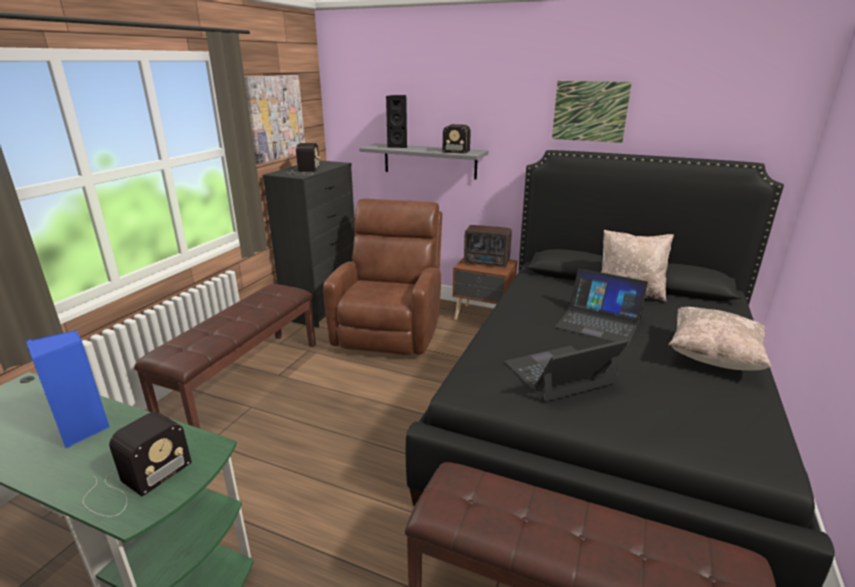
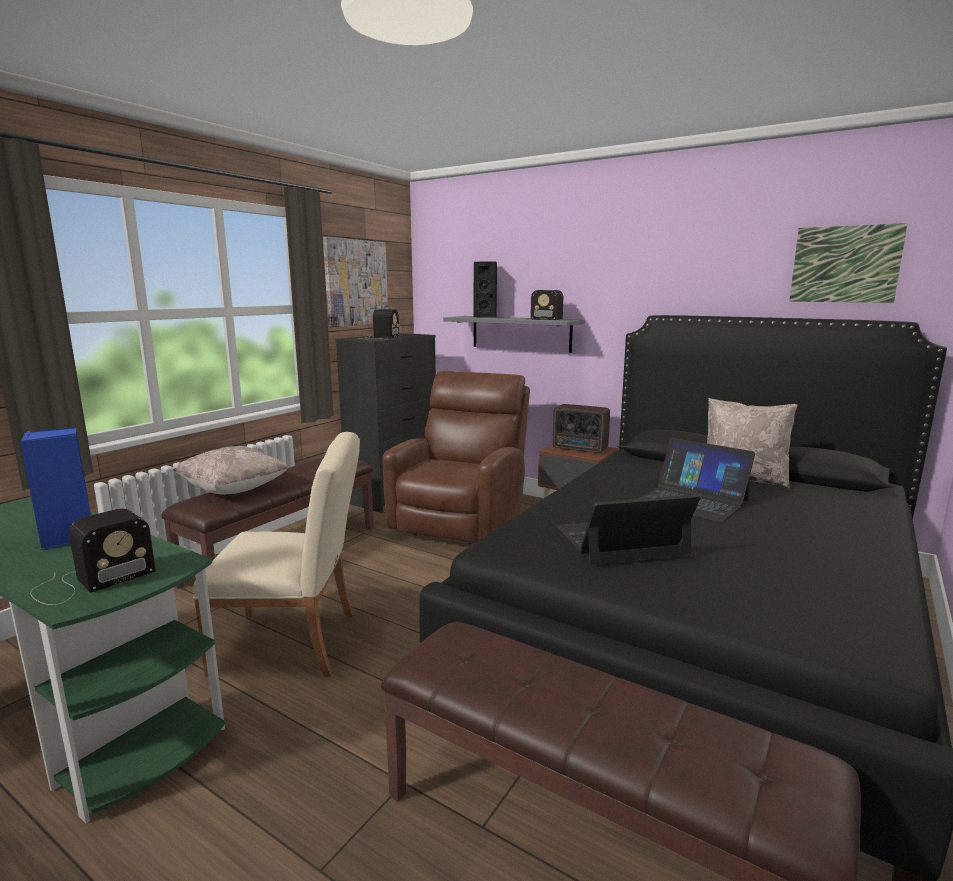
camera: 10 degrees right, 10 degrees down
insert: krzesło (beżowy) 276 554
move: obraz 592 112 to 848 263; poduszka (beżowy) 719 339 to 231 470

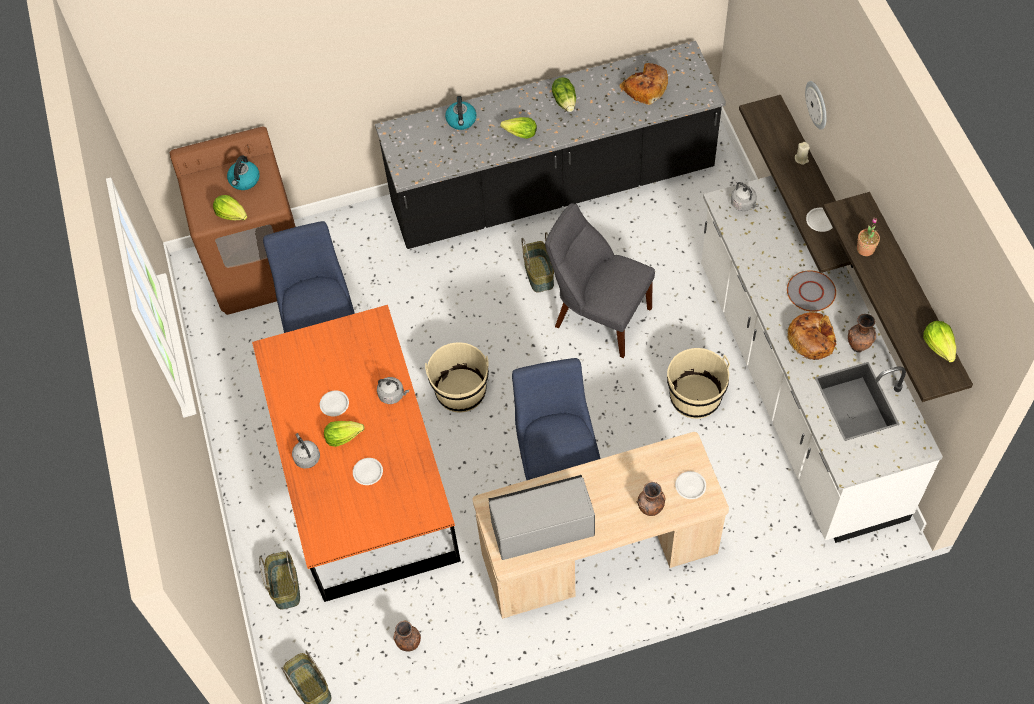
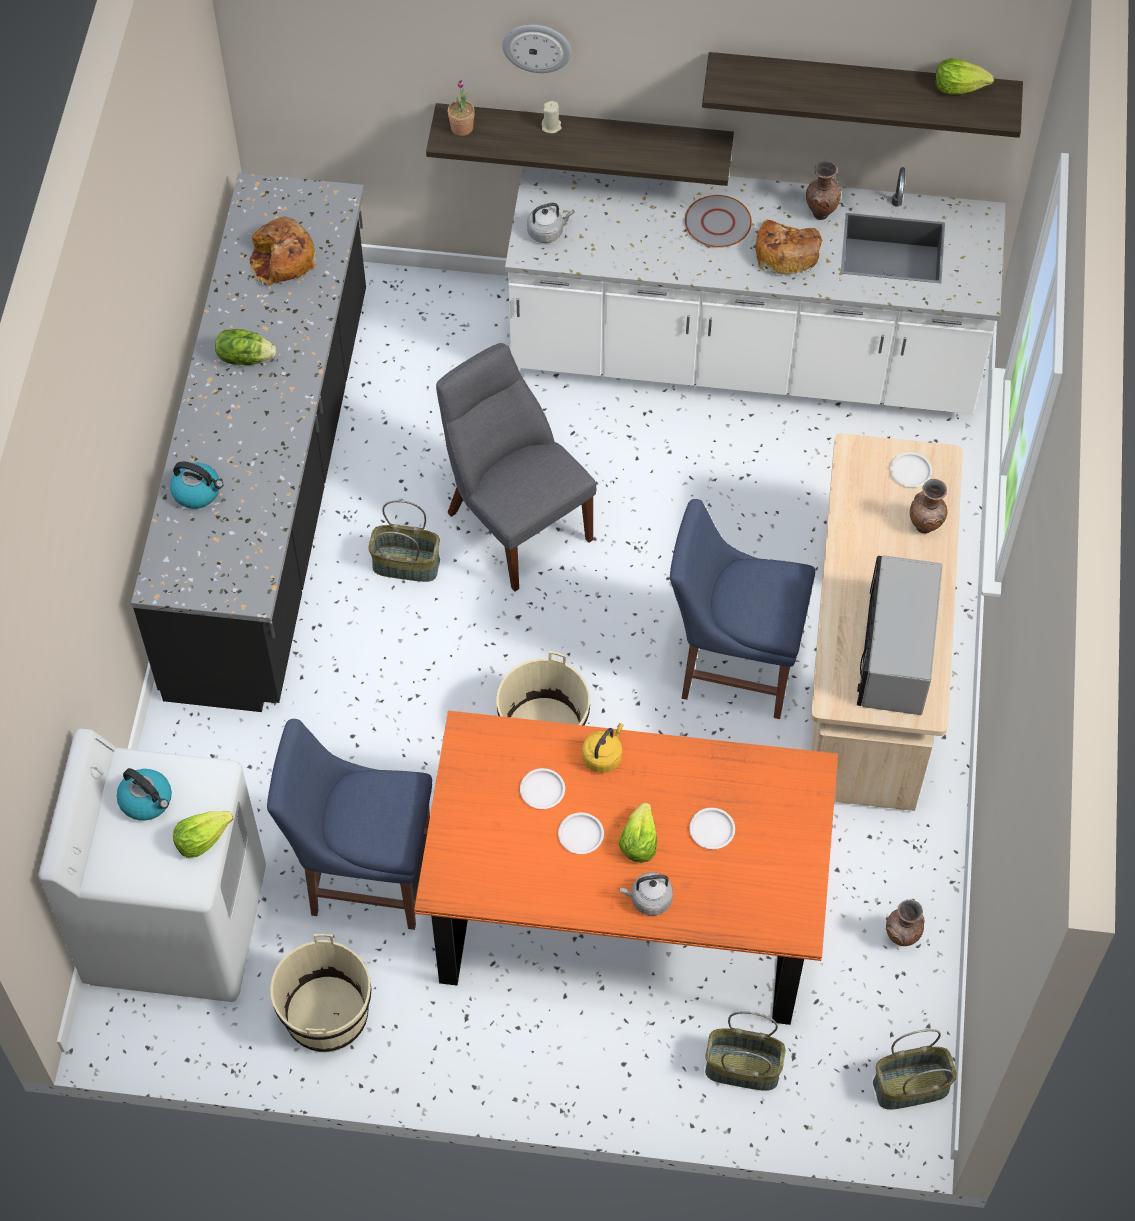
camera: 70 degrees left, 0 degrees up
delete: sałata 518 128
move: wiadro (beżowy) 698 383 to 321 993; talerz (biały) 819 220 to 542 788; roślina doniczkowa 868 237 to 461 108
recolor: pralka (brązowy) 233 221 to pralka (biały) 152 865; czajnik (szary) 393 390 to czajnik (żółty) 603 748
rotate: krzesło (szary) 600 280 = 516 467 90 degrees clockwise

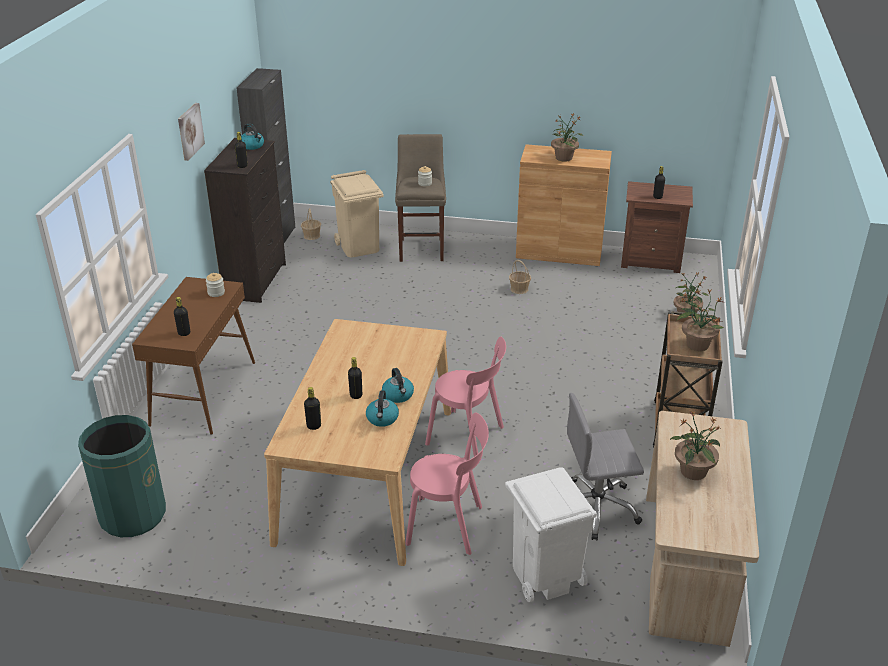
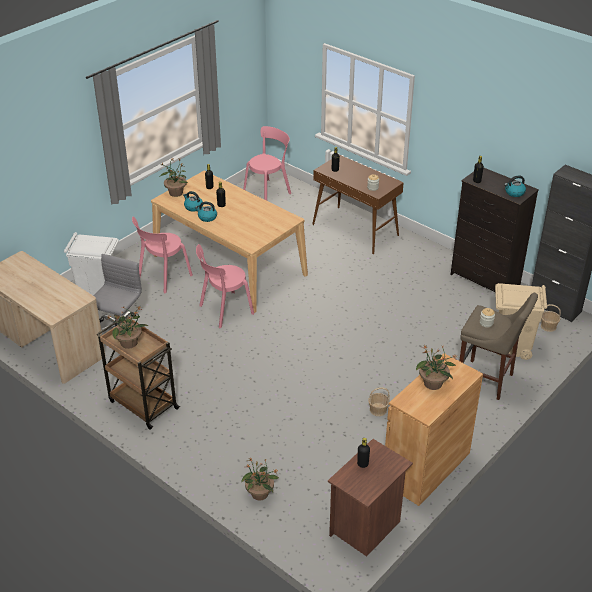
camera: 120 degrees right, 5 degrees up
delete: obraz 191 132
move: roślina doniczkowa 695 445 to 174 177
replace: kosz na śmieci (zielony) 122 476 to krzesło (różowy) 267 163

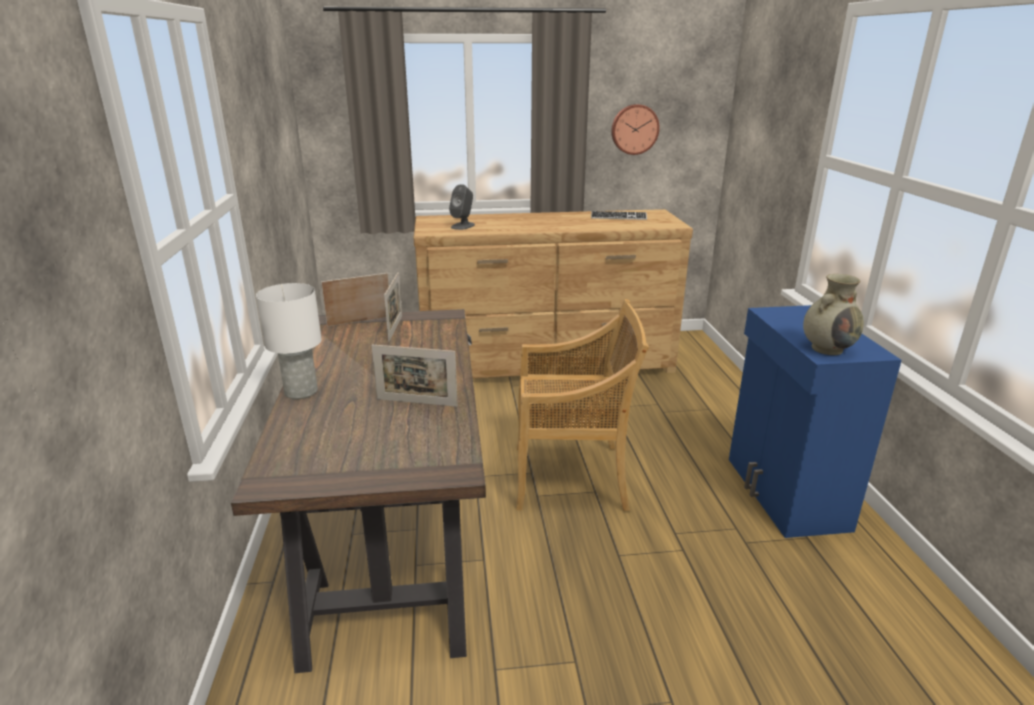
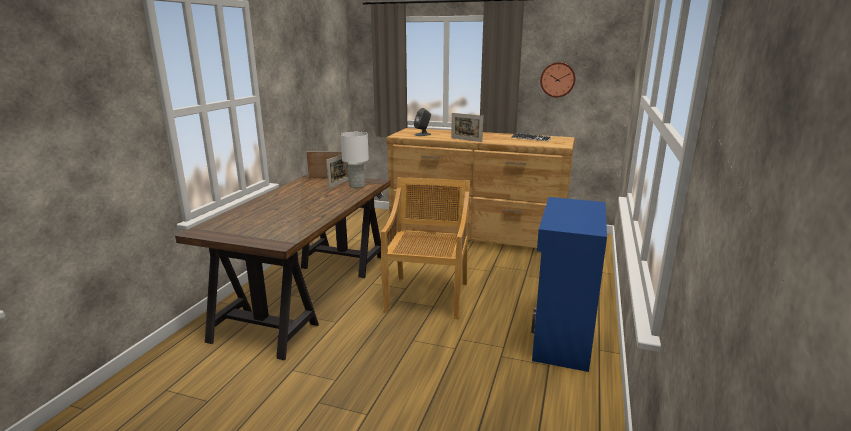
camera: 25 degrees right, 5 degrees down
delete: wazon (beżowy) 833 314
move: lampa stołowa (biały) 289 341 to 355 160; ramka na zdjęcie 414 376 to 467 127
rotate: krzesło (beżowy) 582 405 = 426 248 105 degrees counterclockwise

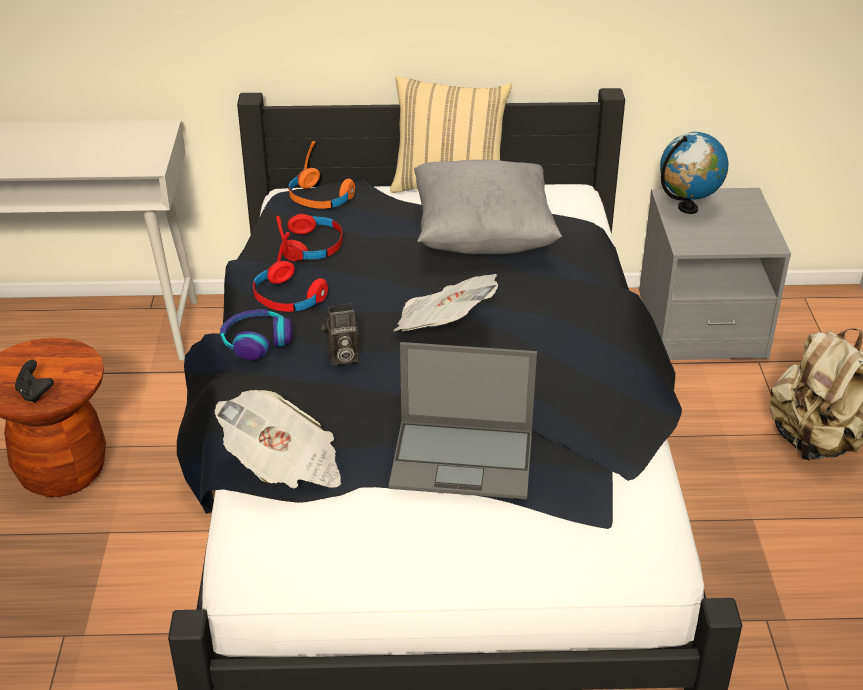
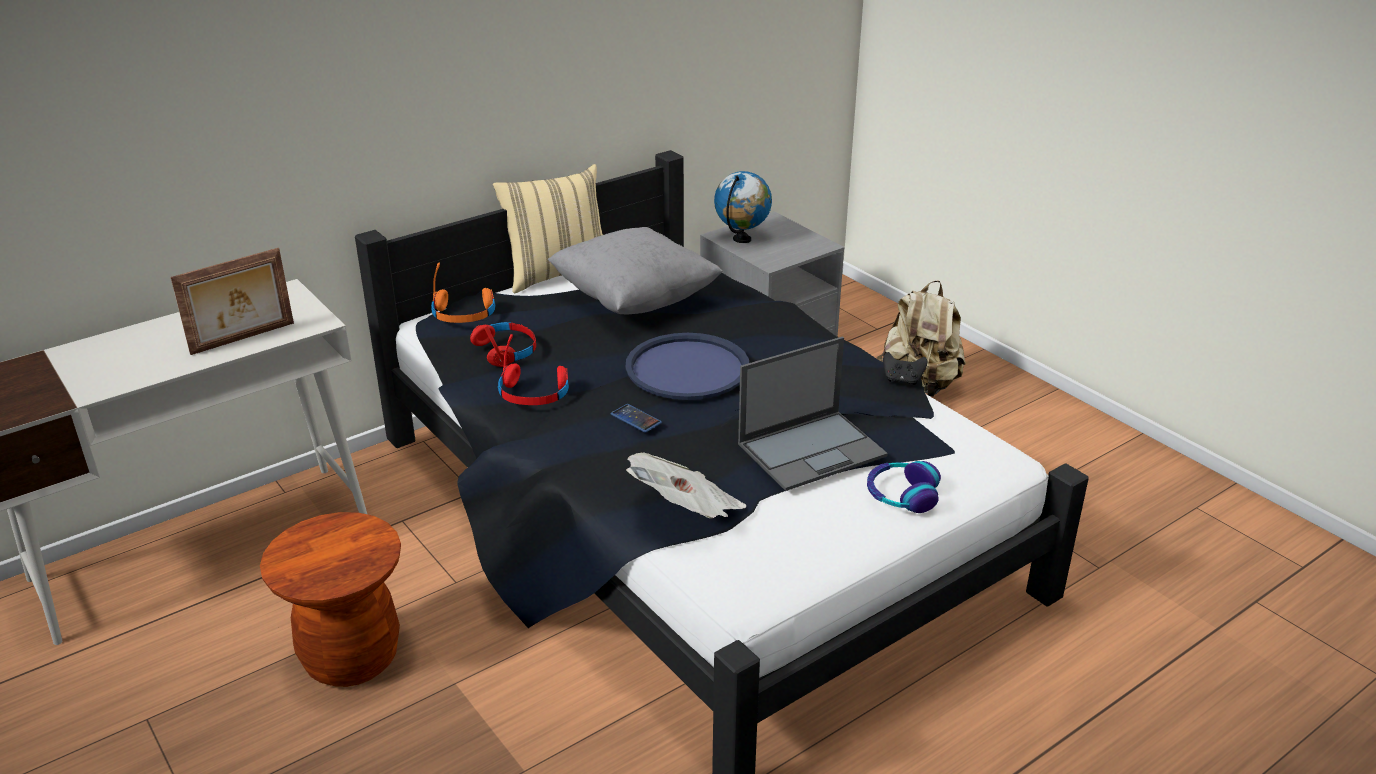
camera: 35 degrees left, 5 degrees down
insert: ramka na zdjęcie 232 301
move: pad do gier (czarny) 34 381 to 905 368; słuchawki 256 334 to 904 487
replace: aparat fotograficzny 340 334 to telefon 636 418; gazeta 446 302 to taca (niebieski) 687 366

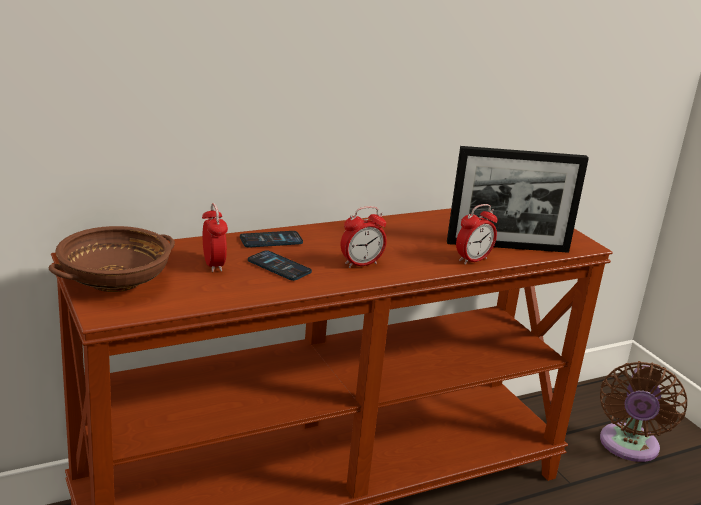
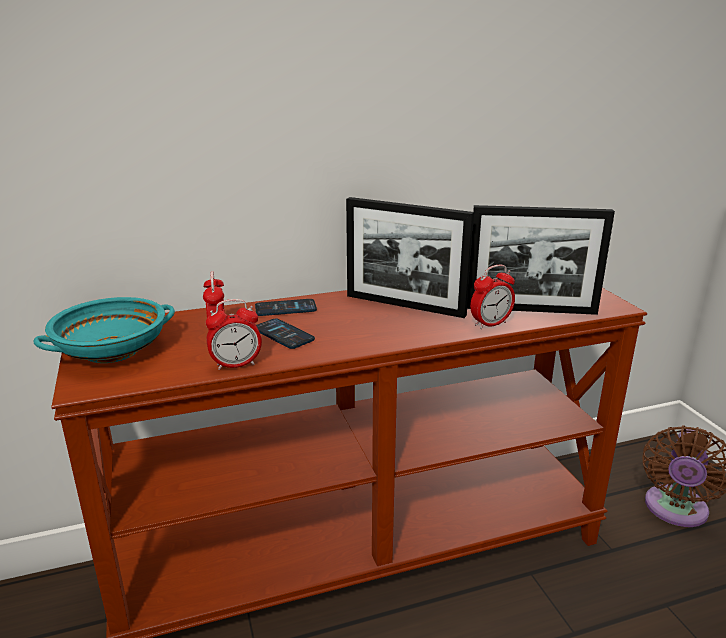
camera: 10 degrees right, 0 degrees up
insert: ramka na zdjęcie 410 257
move: budzik 364 237 to 234 334
recolor: miska (brązowy) 112 259 to miska (turkusowy) 104 330

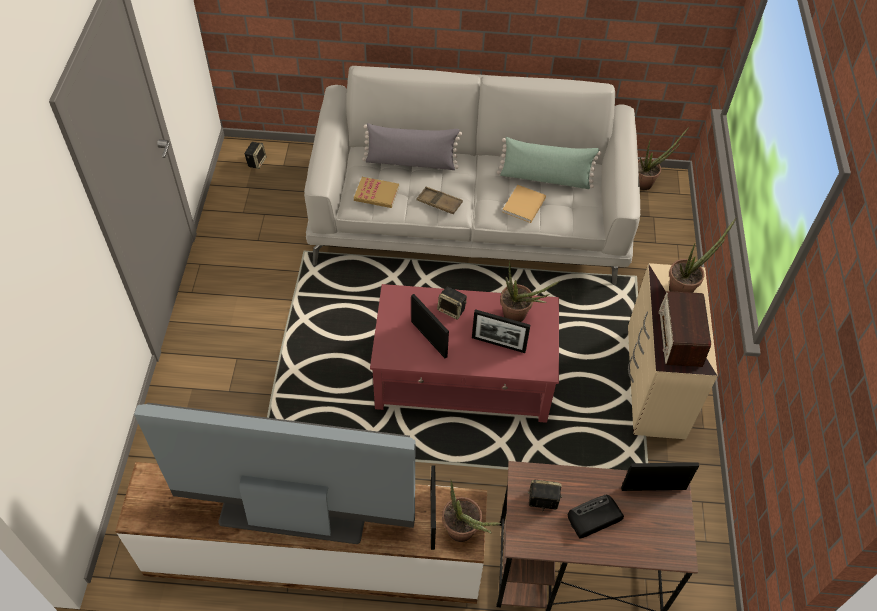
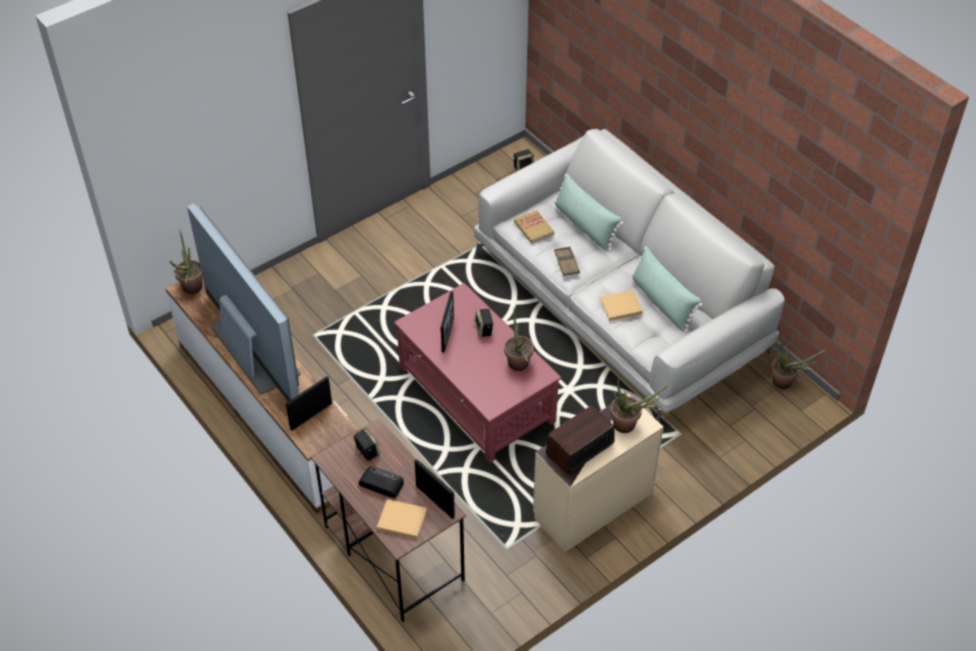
camera: 50 degrees right, 5 degrees down
delete: ramka na zdjęcie 501 331
insert: książka (beżowy) 402 519
move: roślina doniczkowa 471 511 to 186 262
recolor: poduszka (szary) 412 146 to poduszka (zielony) 588 212

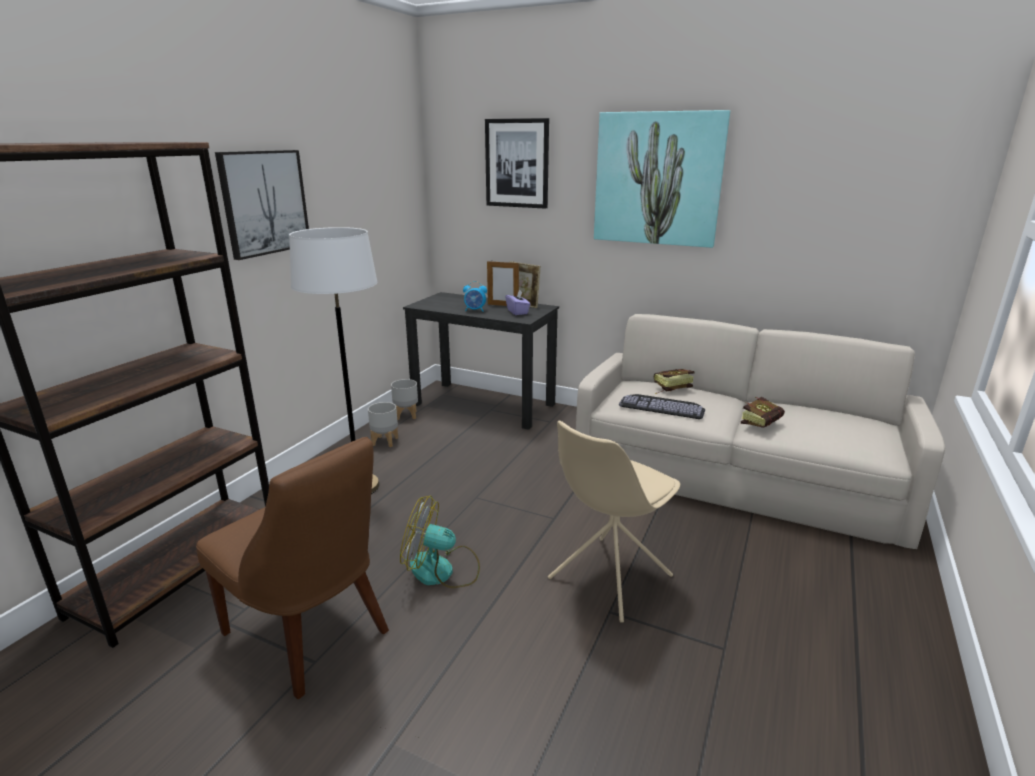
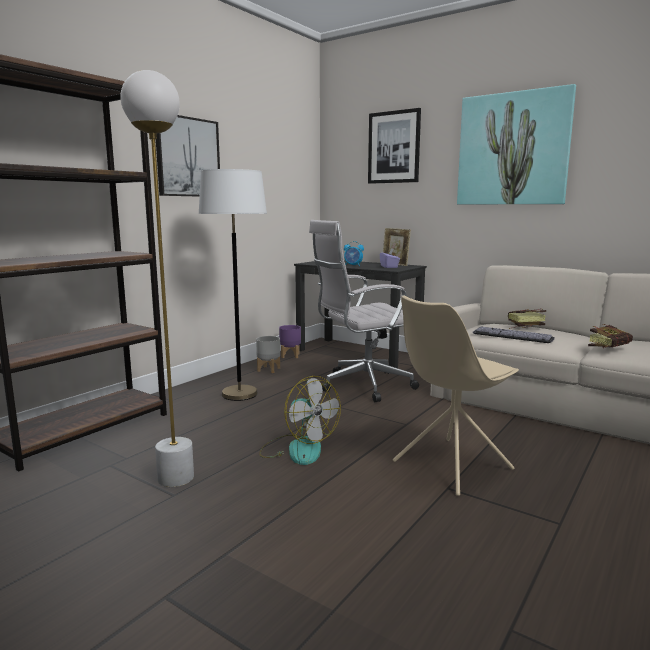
camera: 10 degrees right, 10 degrees down
delete: ramka na zdjęcie 503 283
insert: krzesło biurowe (biały) 364 311
replace: krzesło (brązowy) 292 568 to lampa stojąca (biały) 157 278
recolor: donica (szary) 404 399 to donica (fioletowy) 290 341
rotate: wentylator 440 541 = 300 420 150 degrees counterclockwise

